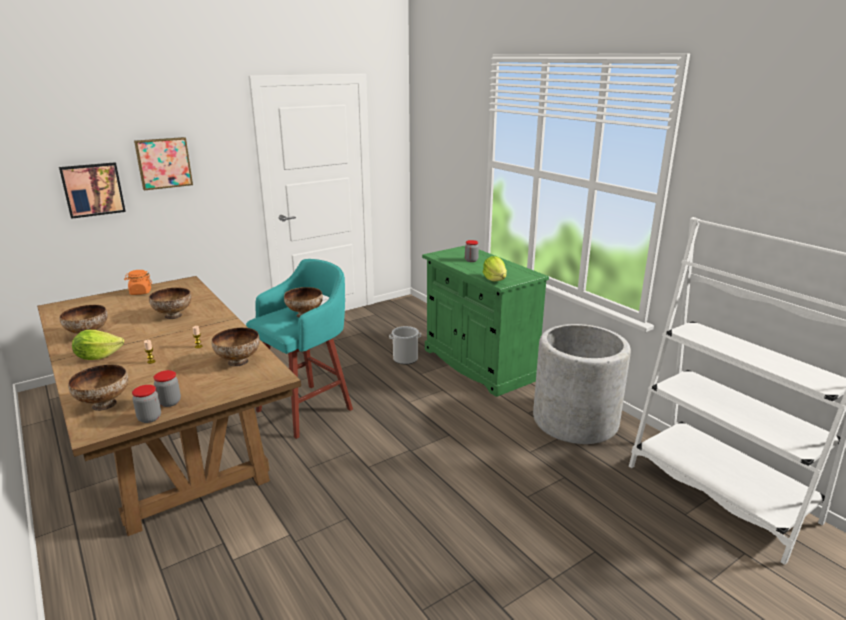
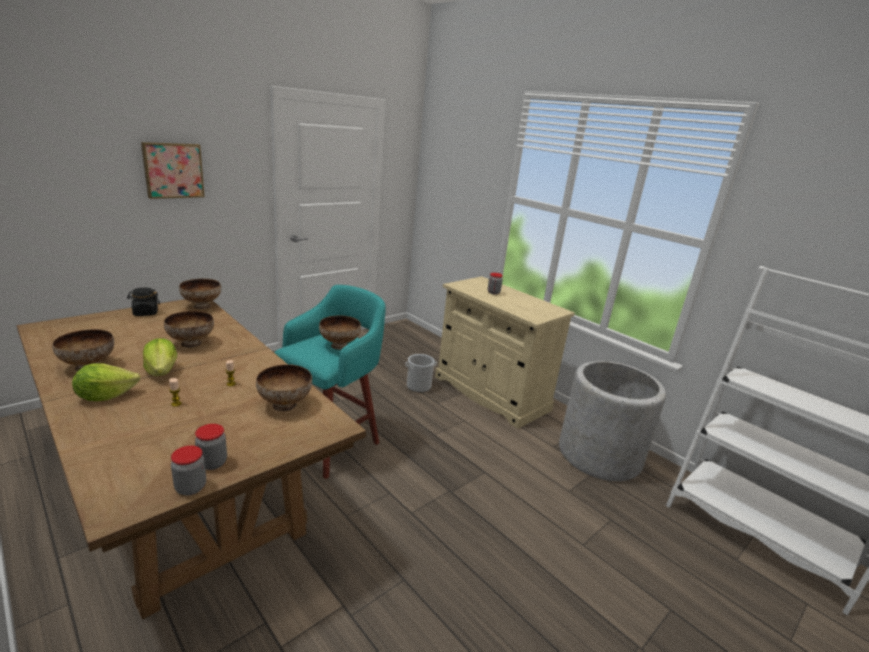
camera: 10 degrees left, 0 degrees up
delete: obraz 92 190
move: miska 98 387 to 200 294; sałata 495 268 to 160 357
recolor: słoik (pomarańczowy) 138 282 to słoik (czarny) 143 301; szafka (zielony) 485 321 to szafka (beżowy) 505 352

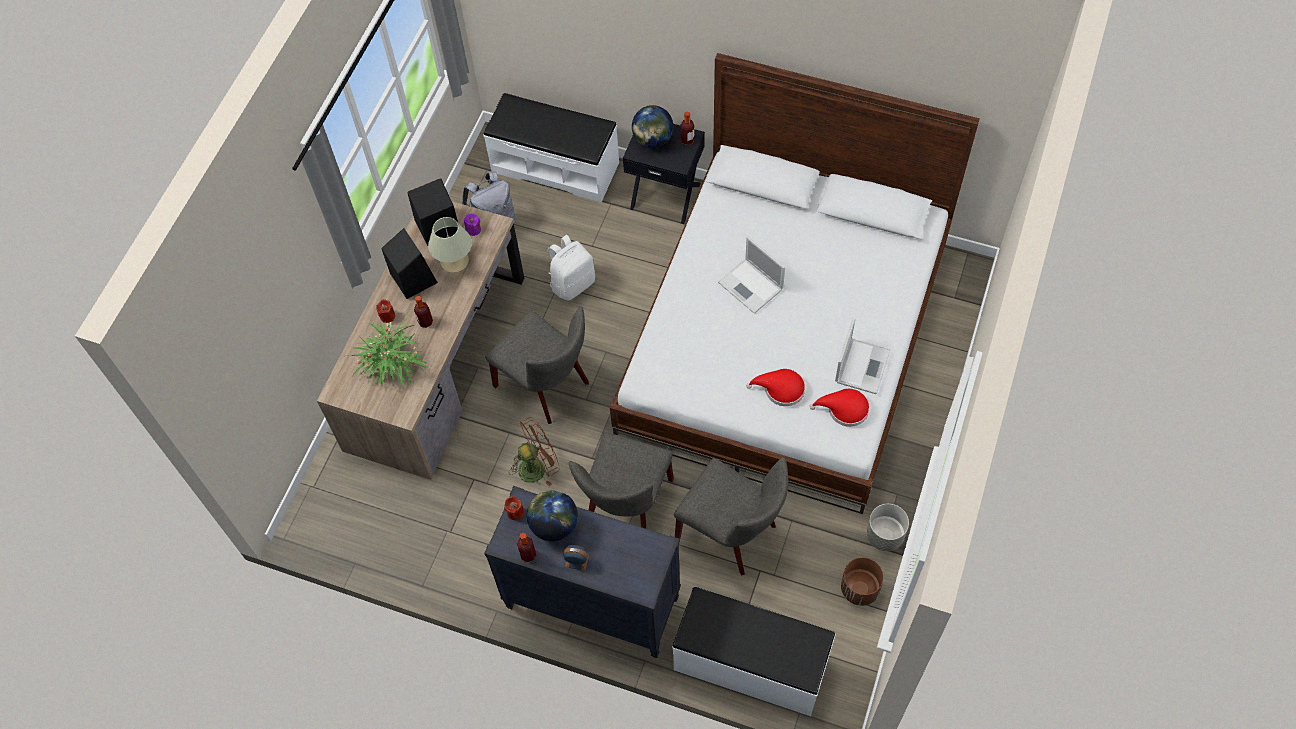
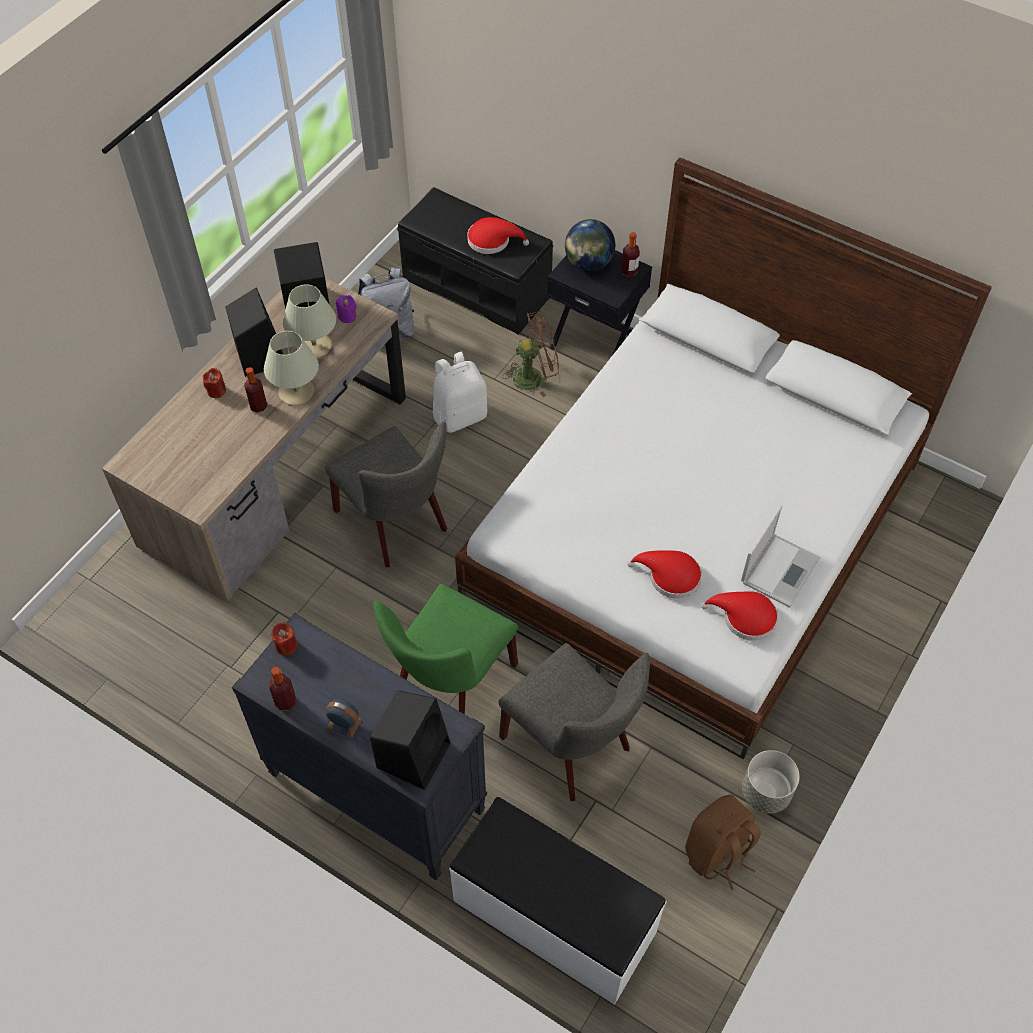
camera: 10 degrees right, 5 degrees down
delete: roślina doniczkowa 388 353; globus 552 515; laptop 751 275
insert: lampa stołowa (beżowy) 291 368; głośnik (czarny) 410 740; kapelusz (czerwony) 498 235
move: wentylator (brązowy) 534 451 to 530 354
replace: donica (brązowy) 862 581 to plecak (brązowy) 723 842
recolor: ławka (biały) 551 148 to ławka (czarny) 475 261; krzesło (szary) 621 480 to krzesło (zielony) 445 649

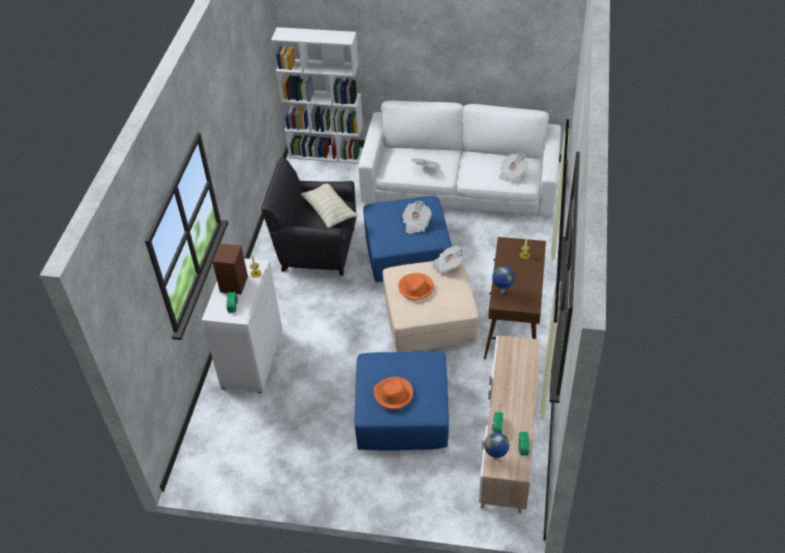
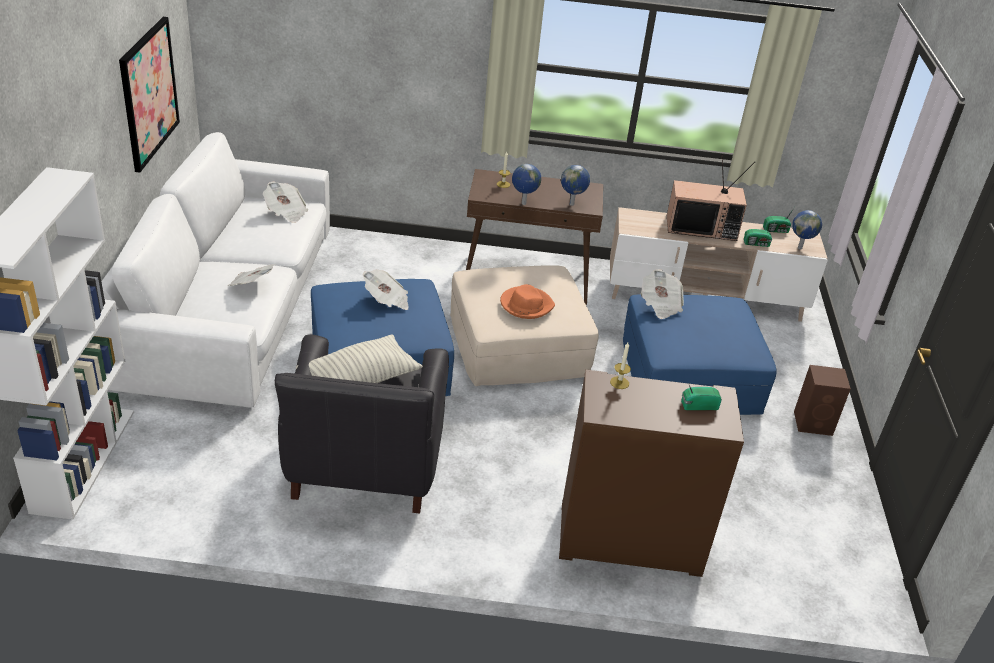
camera: 100 degrees left, 10 degrees down
delete: kapelusz (pomarańczowy) 393 393
insert: obraz 149 95; globus 526 184; telewizor 711 197
move: głośnik (brązowy) 230 269 to 822 400; gazeta 447 260 to 662 294
recolor: szafka (biały) 242 325 to szafka (brązowy) 651 473

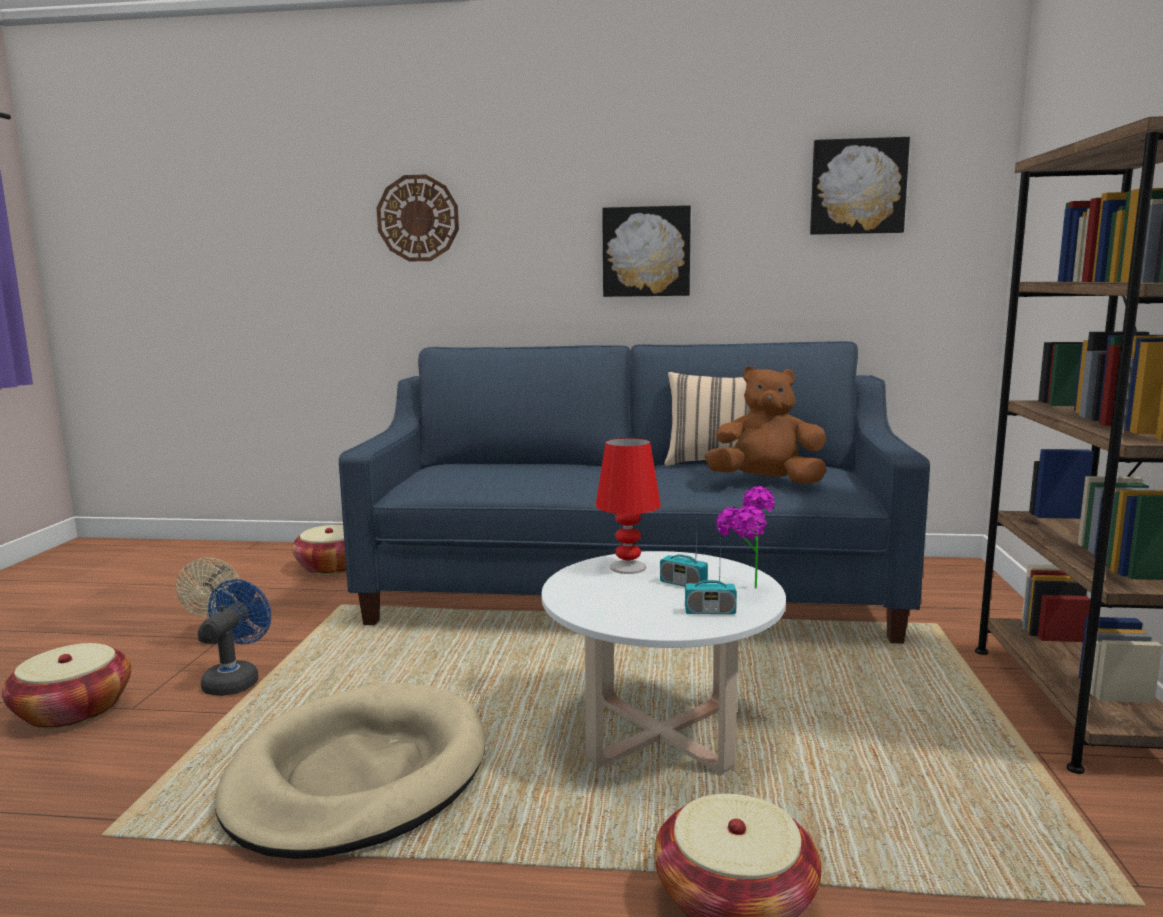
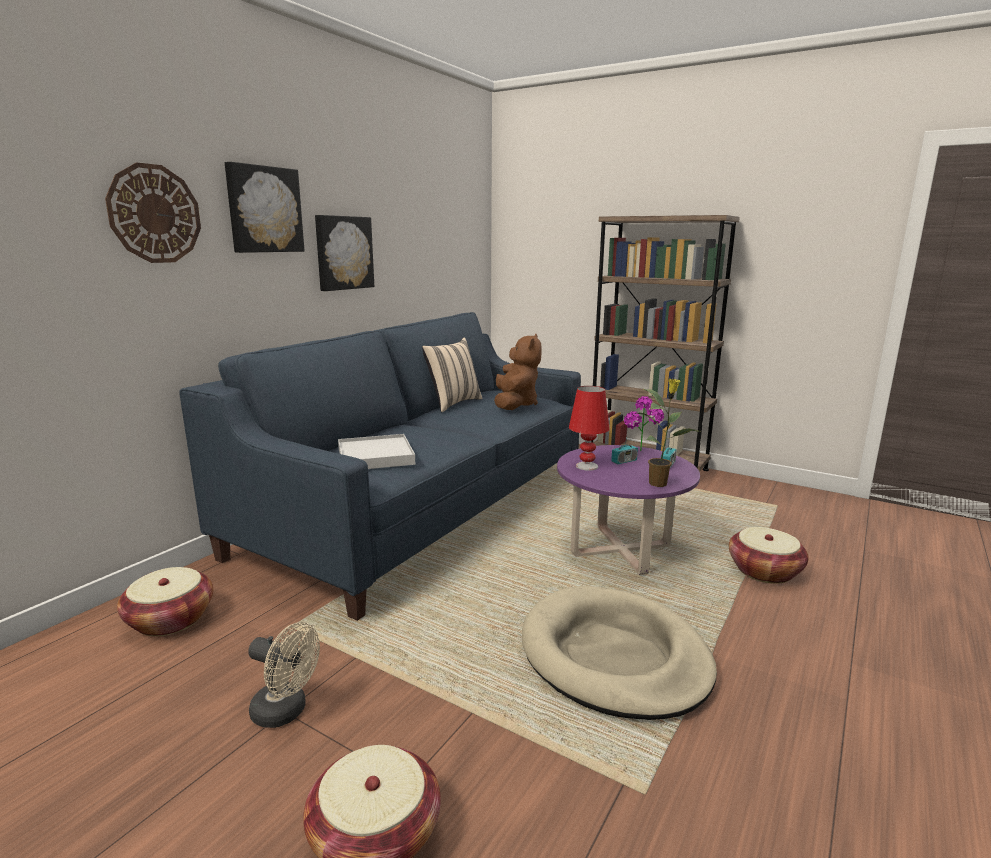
camera: 65 degrees left, 5 degrees up
delete: wentylator (niebieski) 236 637
insert: taca (biały) 376 451; roślina doniczkowa 668 432
move: obraz 860 186 to 265 207
recolor: ława (biały) 664 662 to ława (fioletowy) 628 510
rotate: pluszak (brązowy) 766 425 = 518 372 150 degrees clockwise

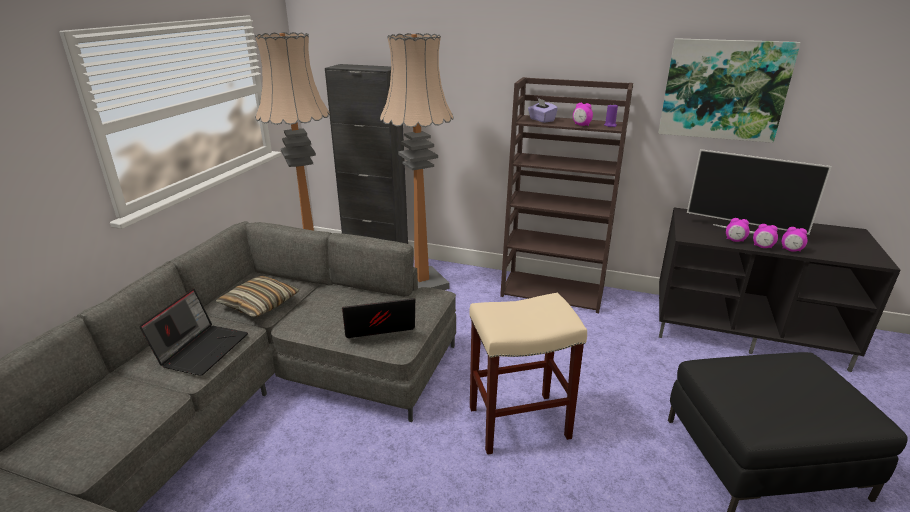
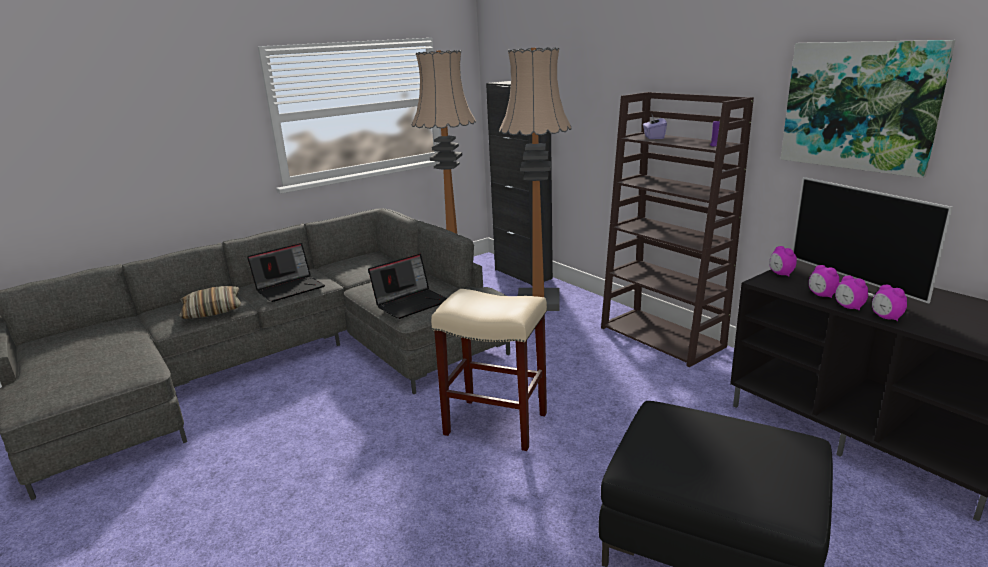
camera: 35 degrees right, 5 degrees down
move: poduszka 257 297 to 210 302; budzik 583 114 to 783 261
rotate: laptop 378 318 = 407 286 120 degrees clockwise

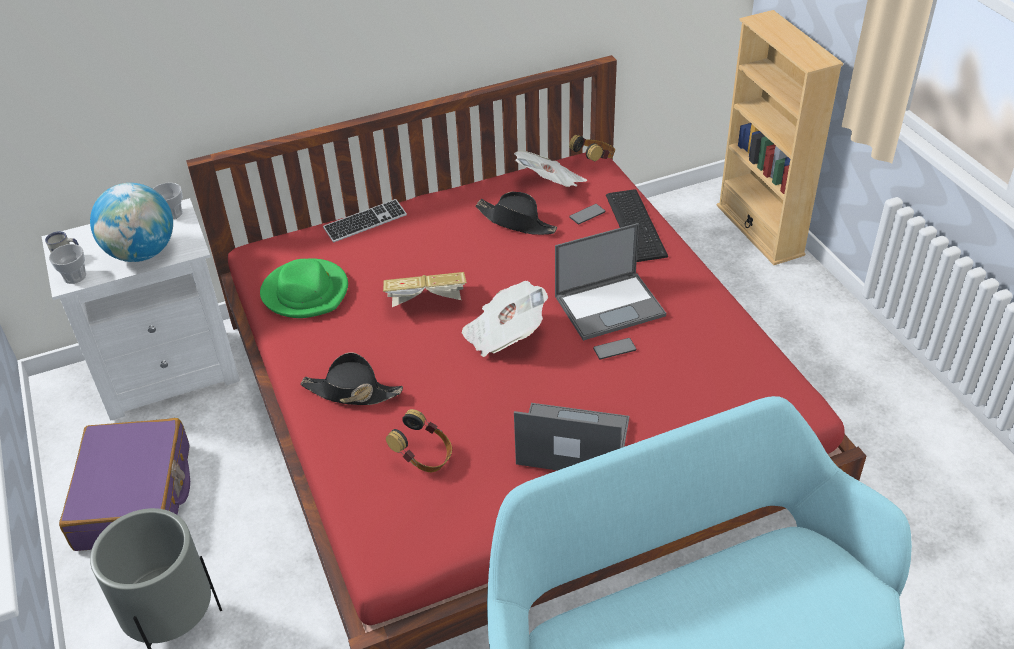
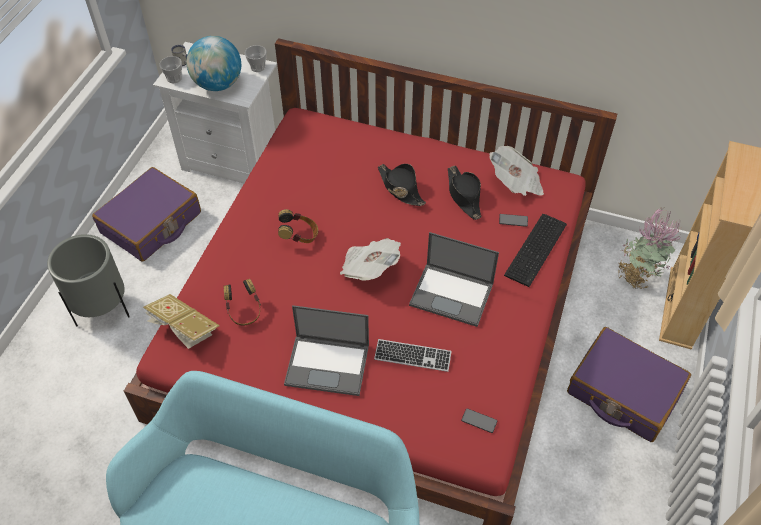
camera: 40 degrees right, 10 degrees up
delete: kapelusz (zielony) 304 288
insert: walizka (fioletowy) 629 384; roślina doniczkowa 649 248
move: kapelusz (czarny) 352 378 to 402 185; klawiatura 365 221 to 413 355; książka 425 289 to 181 321; słuchawki 592 147 to 298 226; telefon 614 348 to 479 420
rotate: laptop 571 436 = 326 350 135 degrees clockwise

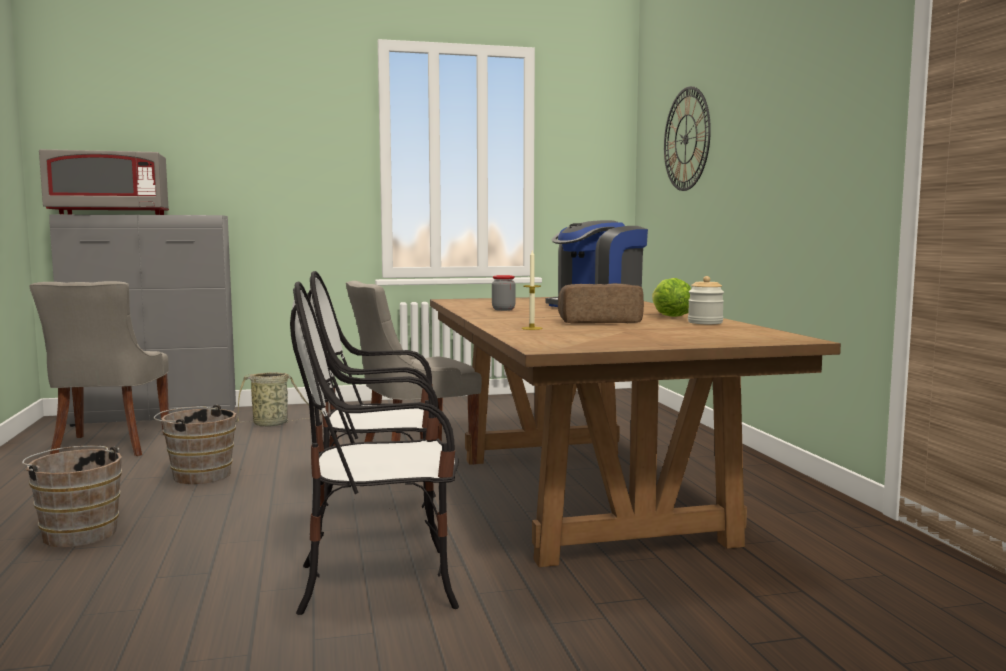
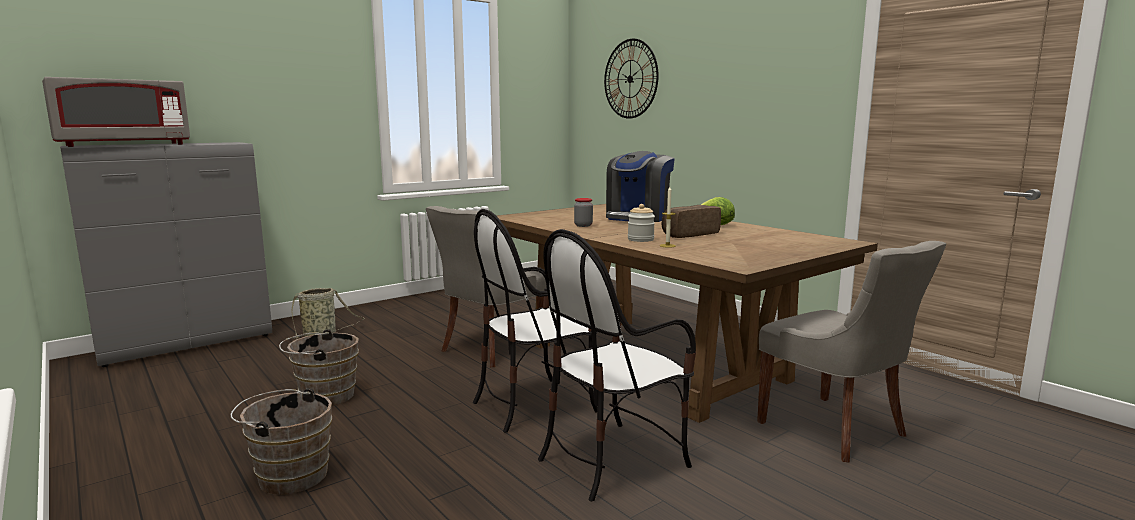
camera: 25 degrees left, 5 degrees up
move: krzesło (szary) 99 368 to 851 351; słoik 706 300 to 641 223

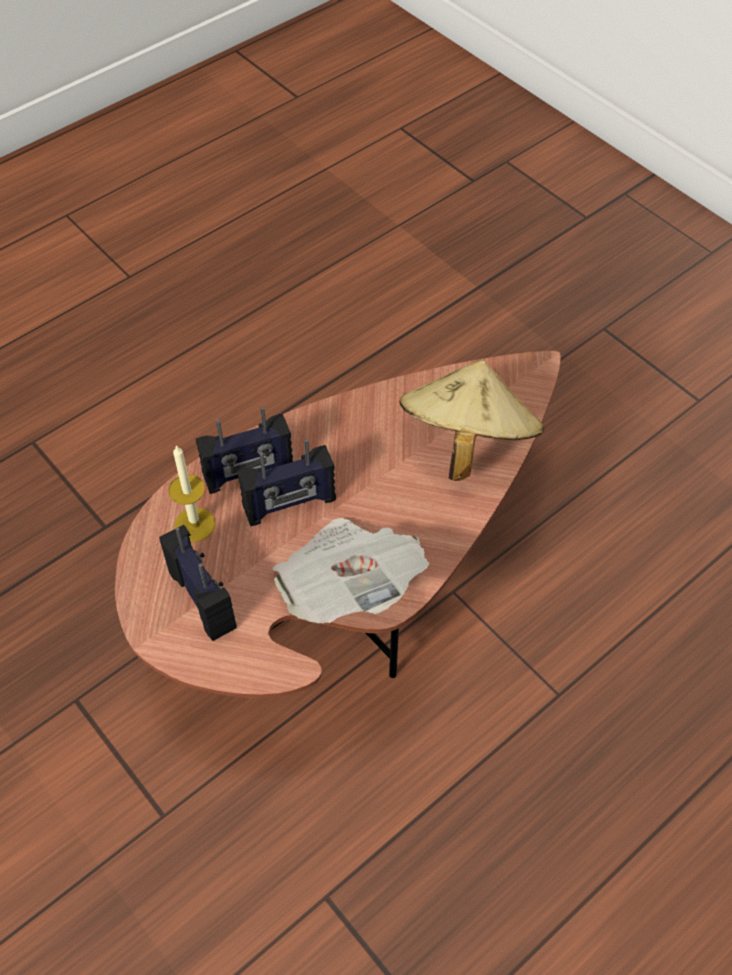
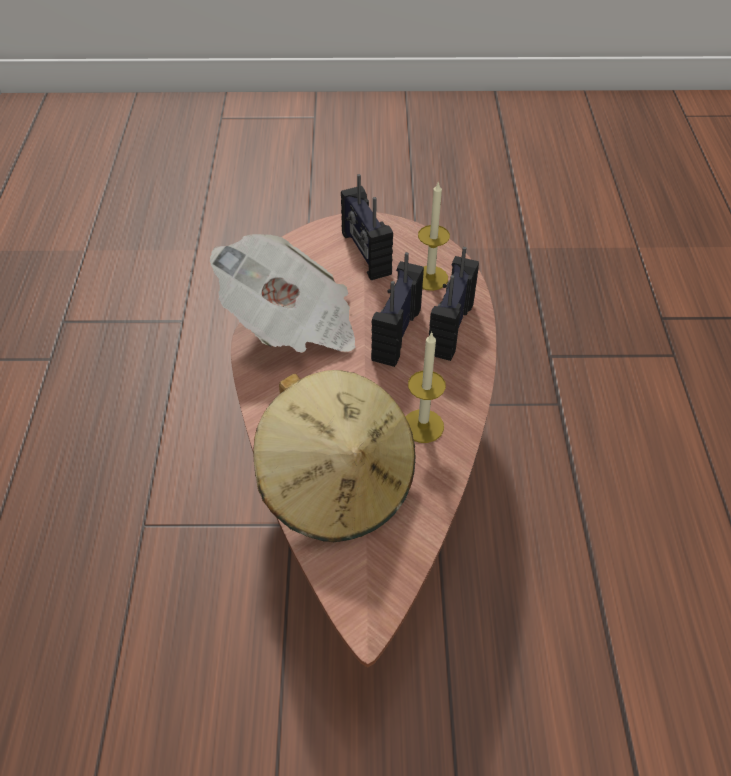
camera: 130 degrees right, 5 degrees down
insert: świeca 425 387
rotate: radio 198 583 = 367 227 60 degrees clockwise

